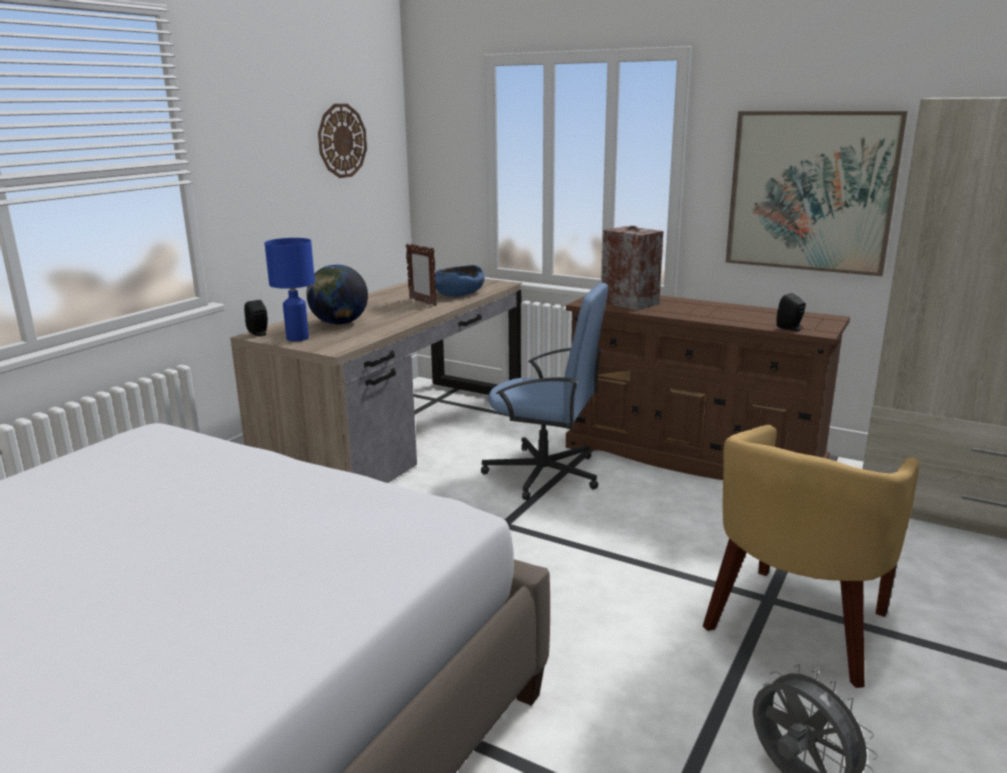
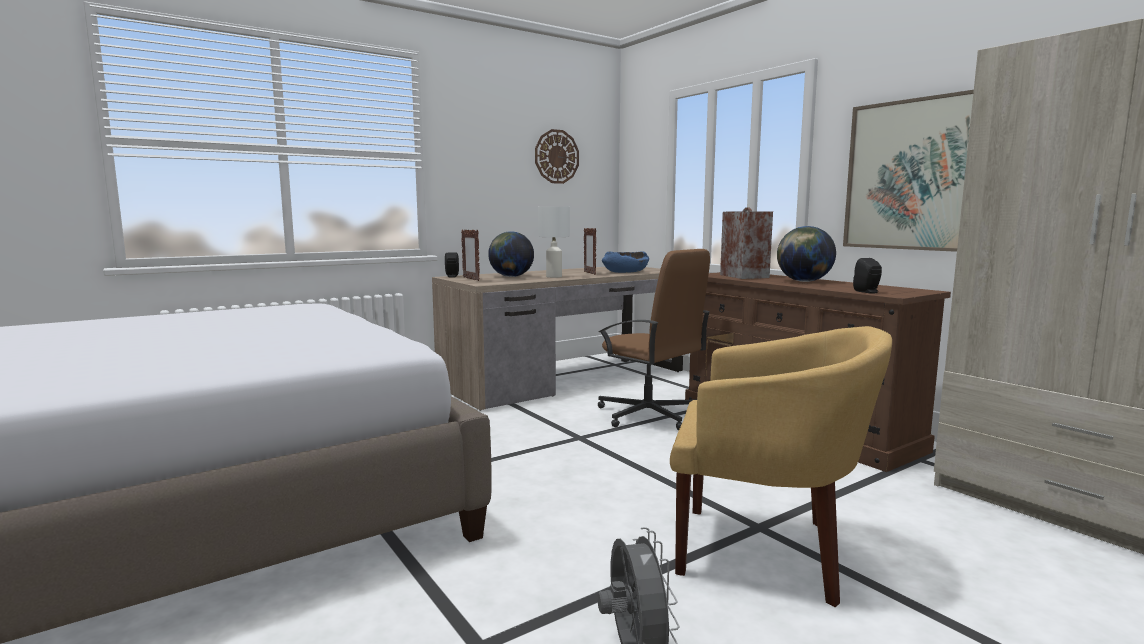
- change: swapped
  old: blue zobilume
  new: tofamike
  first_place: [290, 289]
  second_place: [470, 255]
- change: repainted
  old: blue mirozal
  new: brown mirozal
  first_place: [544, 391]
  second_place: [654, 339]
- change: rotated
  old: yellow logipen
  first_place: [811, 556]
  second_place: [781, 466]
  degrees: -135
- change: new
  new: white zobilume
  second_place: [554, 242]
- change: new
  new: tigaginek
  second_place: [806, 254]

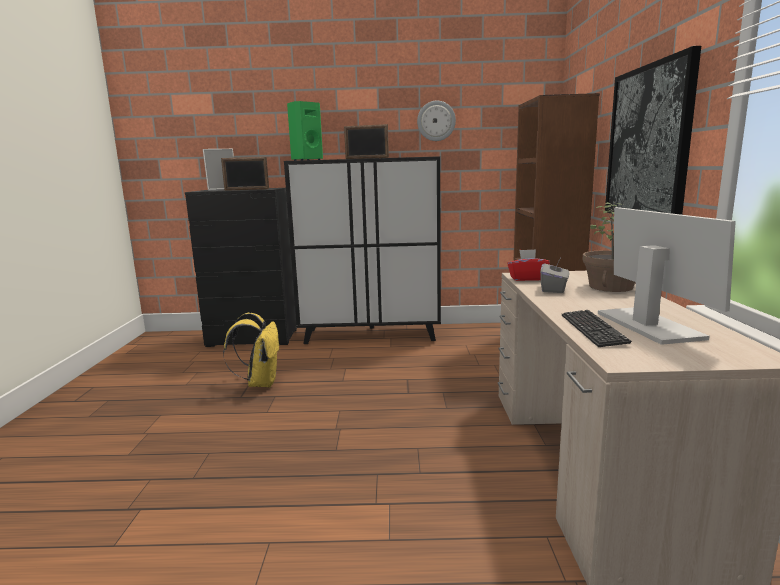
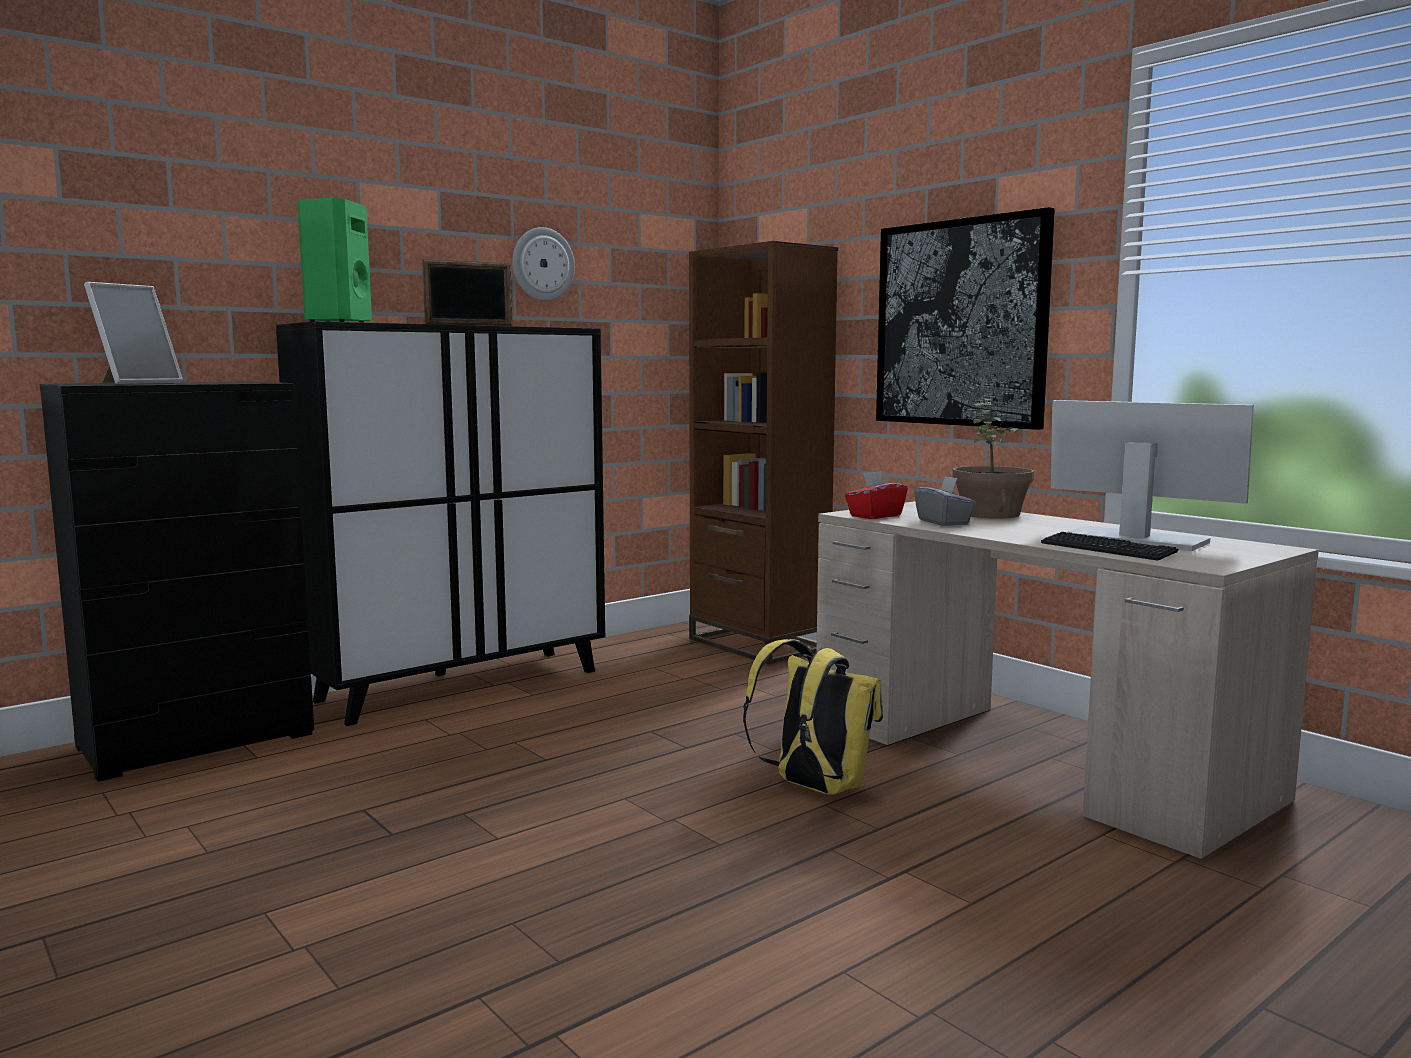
- change: gone
  old: tofamike
  first_place: [245, 174]
- change: shifted
  old: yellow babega
  first_place: [251, 350]
  second_place: [813, 717]

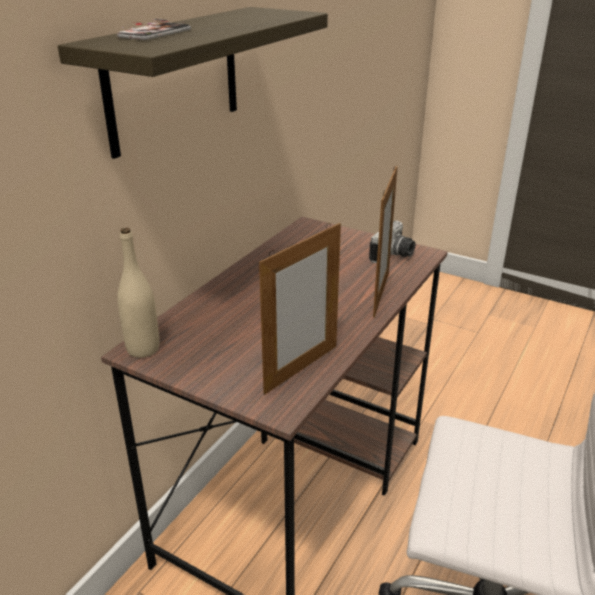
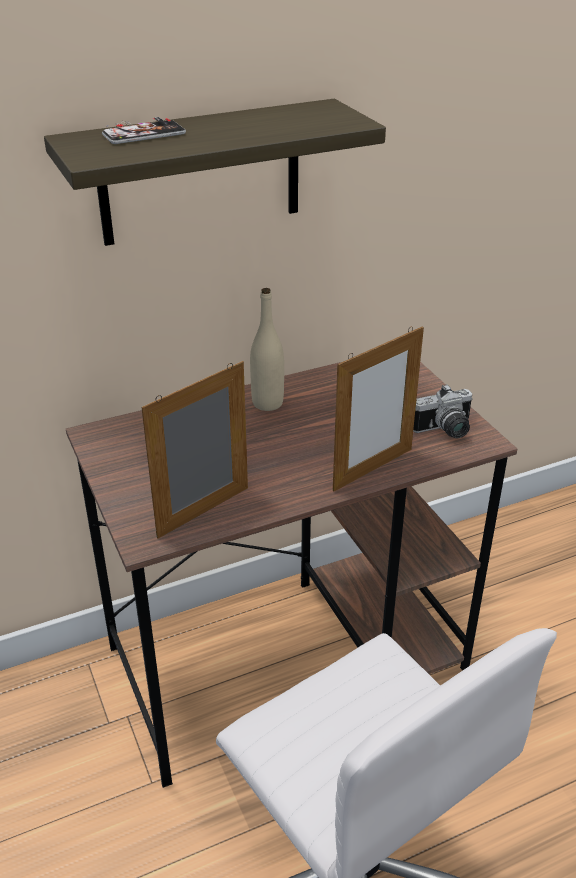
- change: shifted
  old: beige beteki
  first_place: [138, 293]
  second_place: [267, 349]
- change: rotated
  old: tofamike
  first_place: [300, 308]
  second_place: [194, 450]
  degrees: 150

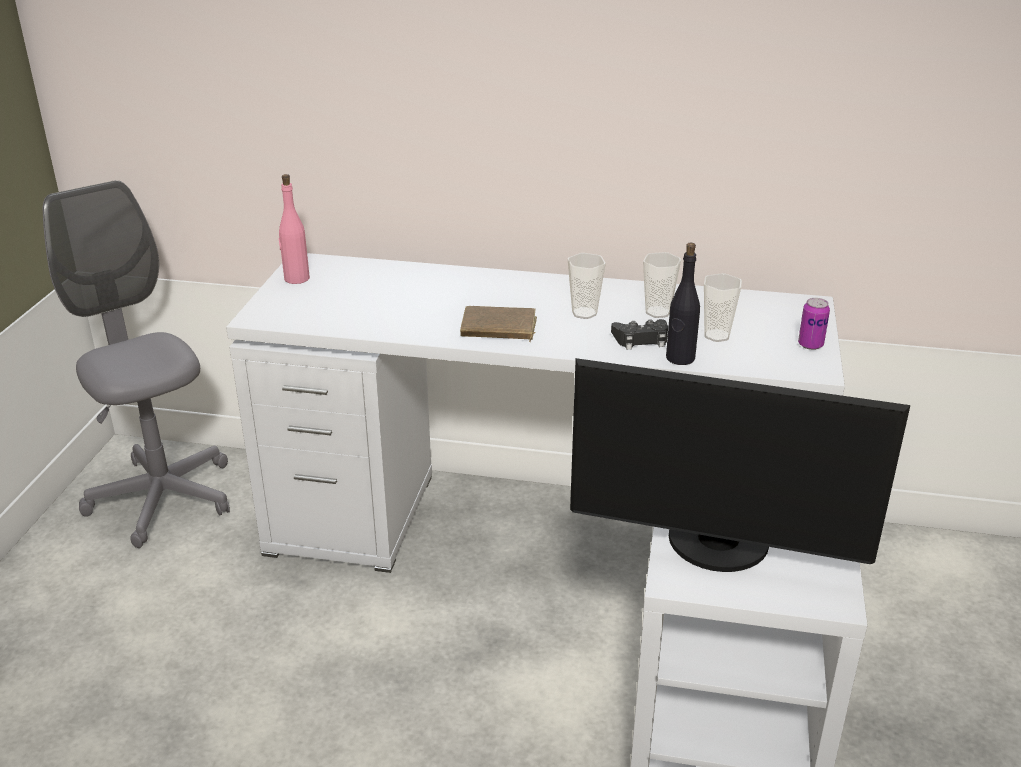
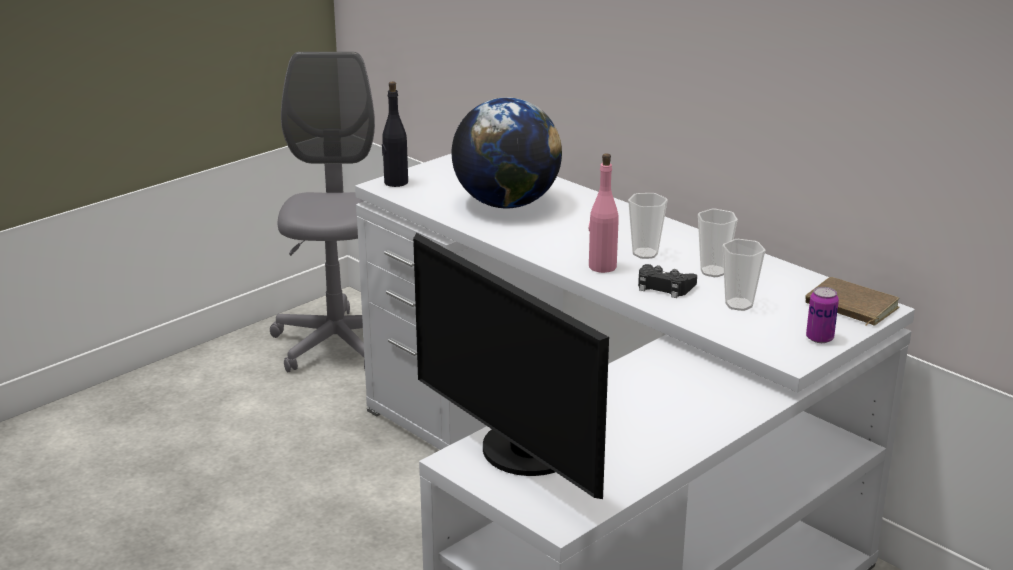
- change: shifted
  old: pink beteki
  first_place: [294, 229]
  second_place: [604, 213]
- change: shifted
  old: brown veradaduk
  first_place: [498, 324]
  second_place: [852, 301]
- change: shifted
  old: black beteki
  first_place: [683, 304]
  second_place: [395, 134]
- change: new
  new: tigaginek
  second_place: [507, 152]

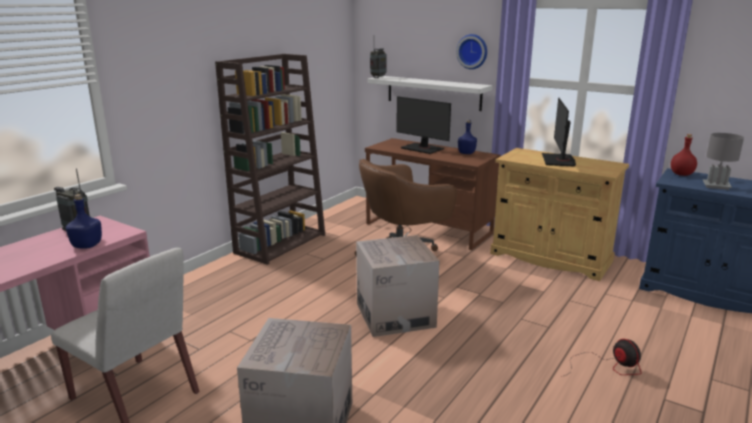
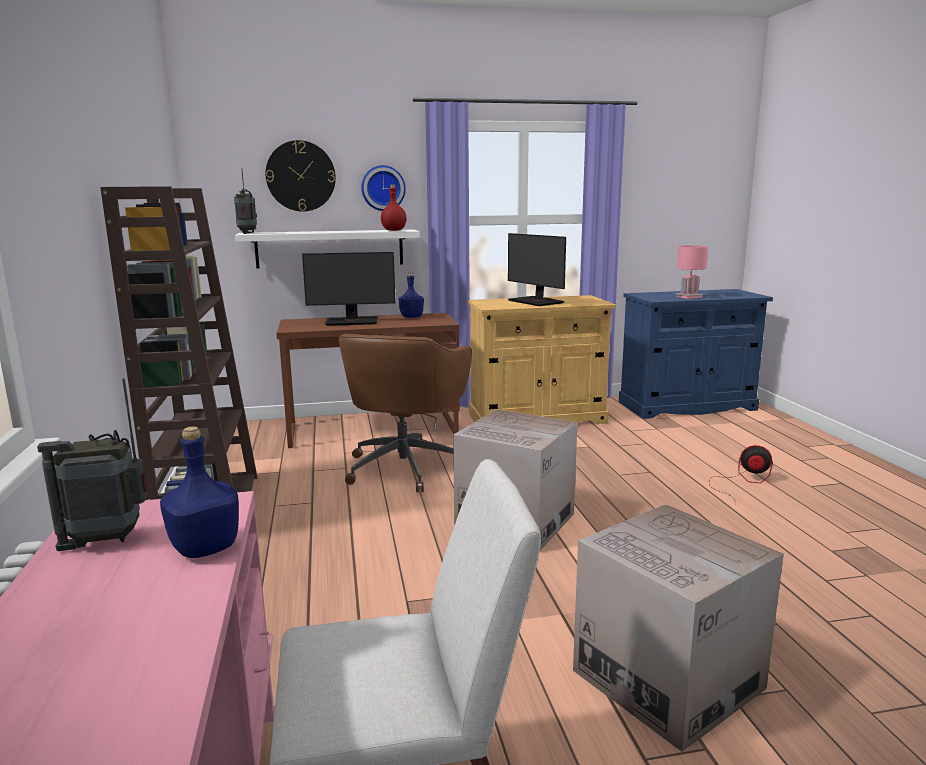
- change: shifted
  old: red beteki
  first_place: [684, 155]
  second_place: [394, 207]
- change: repainted
  old: grey zobilume
  new: pink zobilume
  first_place: [723, 161]
  second_place: [691, 272]
- change: new
  new: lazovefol
  second_place: [301, 176]

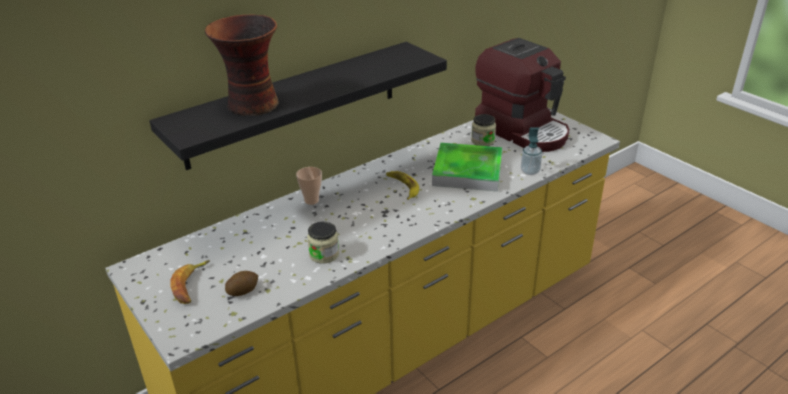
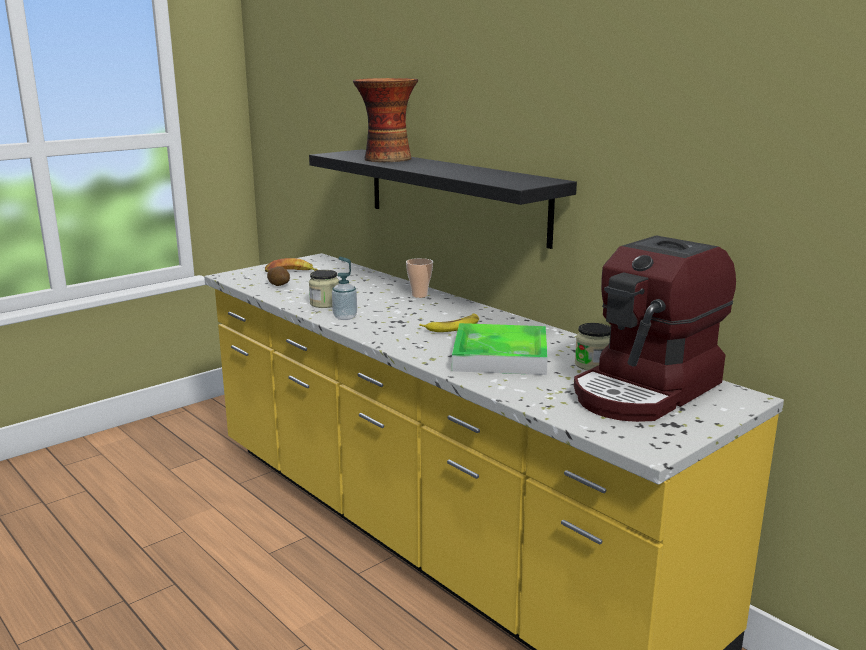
- change: shifted
  old: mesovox
  first_place: [531, 151]
  second_place: [344, 288]

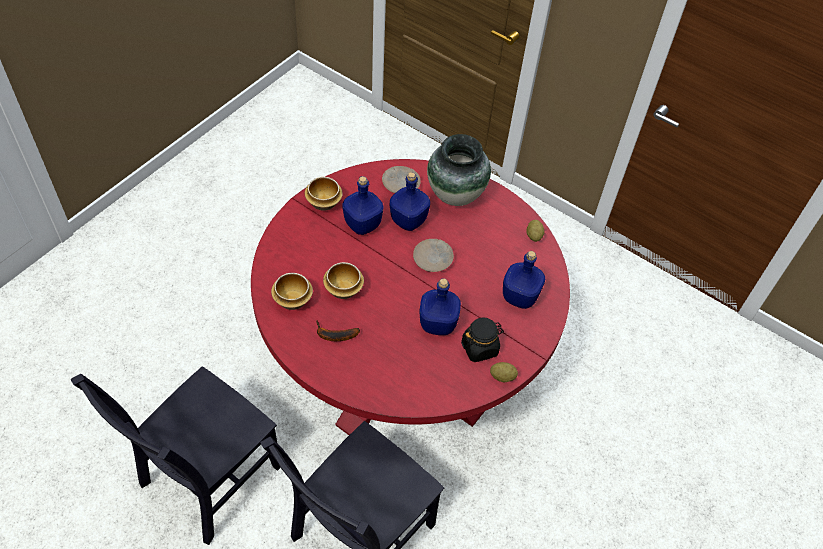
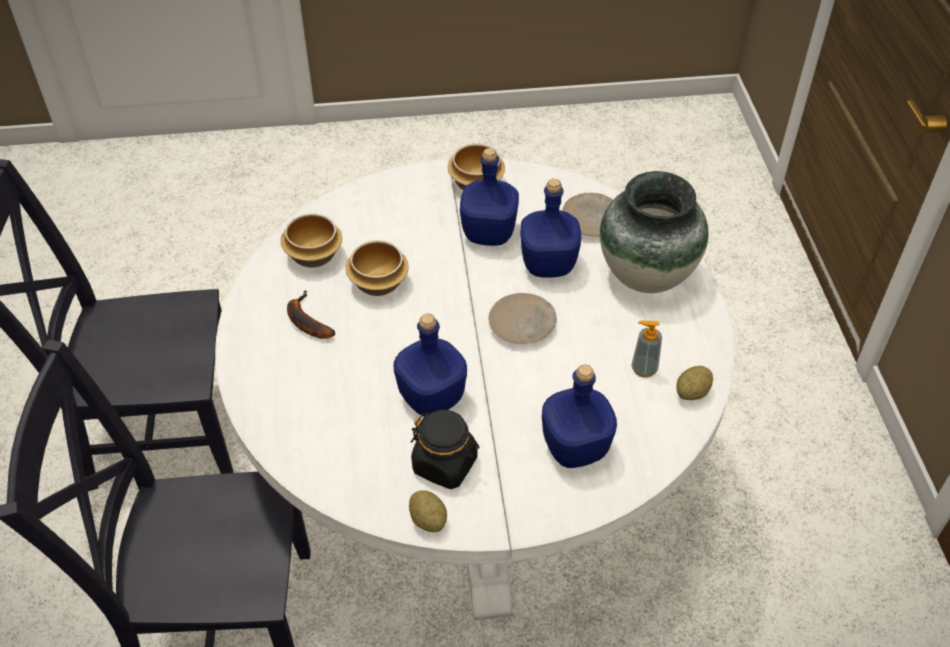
- change: repainted
  old: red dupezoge
  new: white dupezoge
  first_place: [410, 297]
  second_place: [475, 389]
- change: new
  new: mesovox
  second_place: [646, 349]

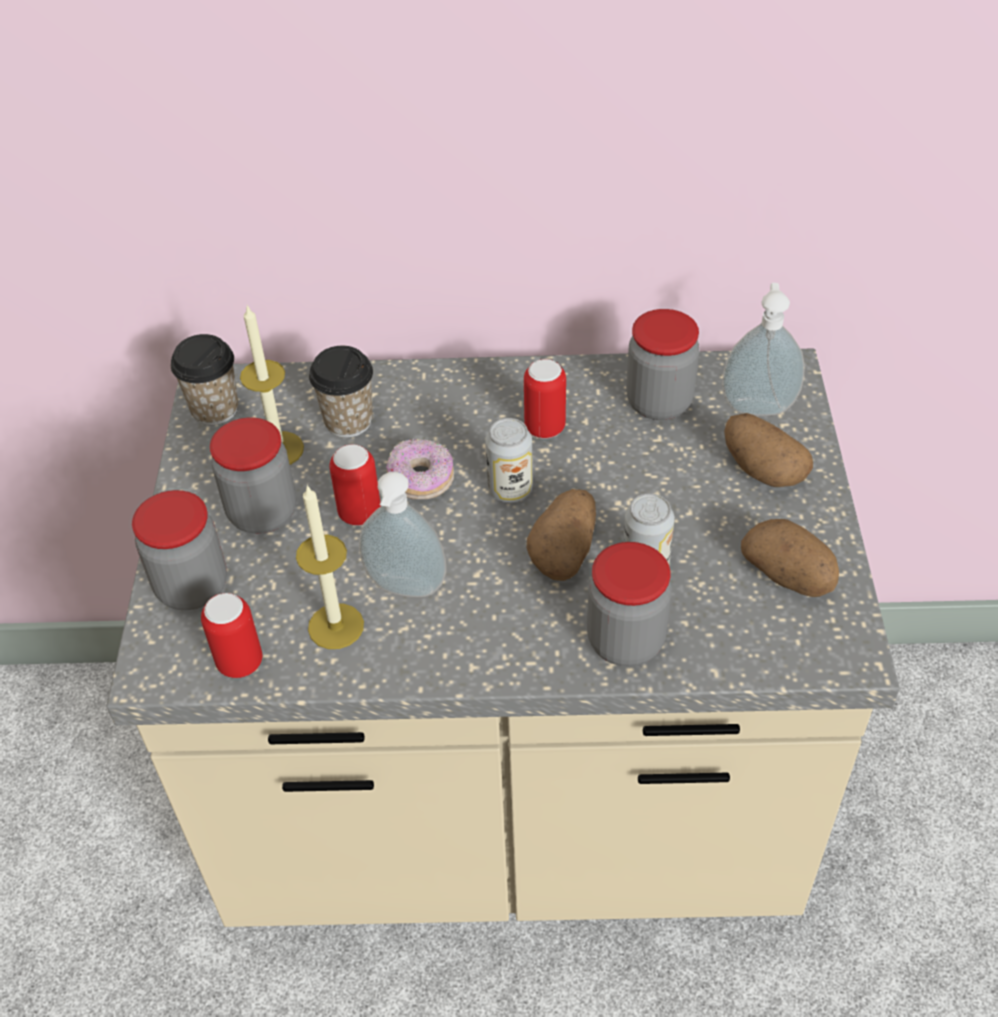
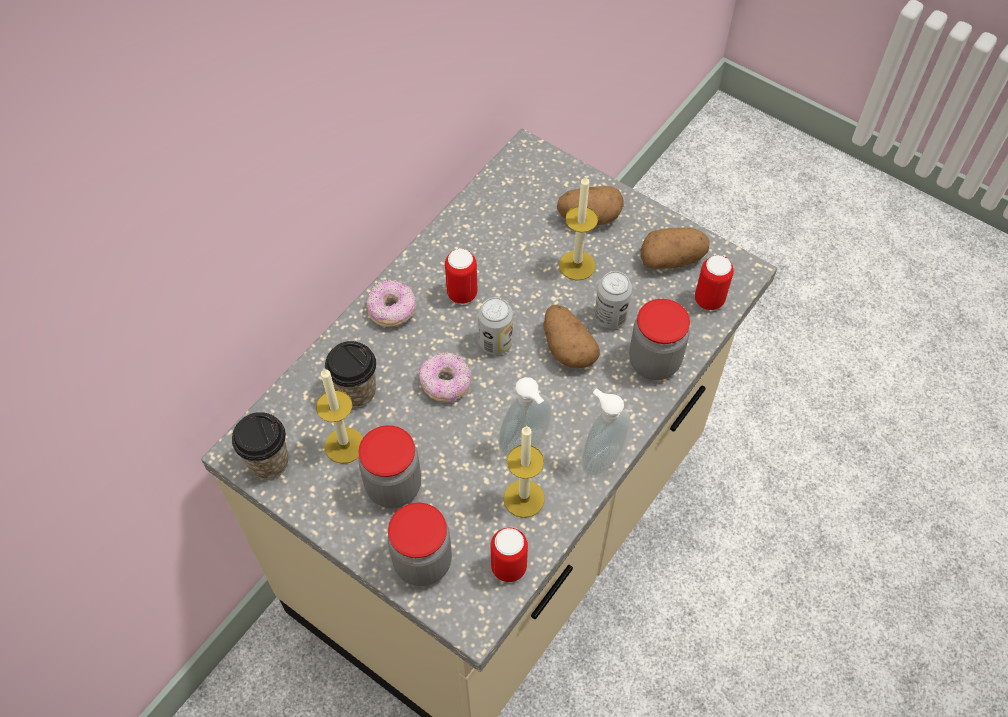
- change: shifted
  old: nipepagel
  first_place: [355, 485]
  second_place: [714, 282]
- change: gone
  old: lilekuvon
  first_place: [663, 364]
- change: shifted
  old: mesovox
  first_place: [763, 349]
  second_place: [606, 432]
- change: new
  new: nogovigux
  second_place: [391, 303]
- change: new
  new: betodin
  second_place: [578, 228]

